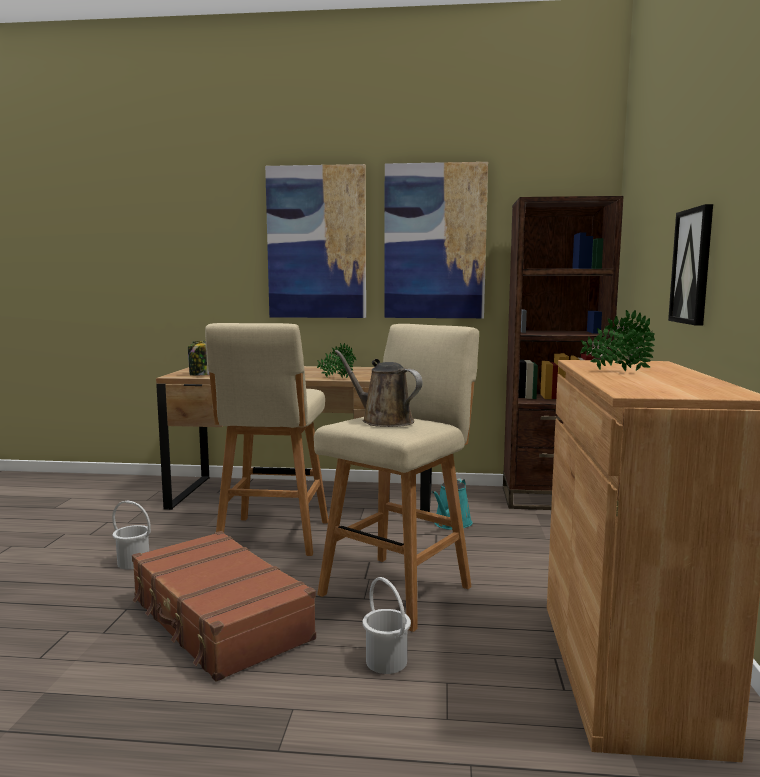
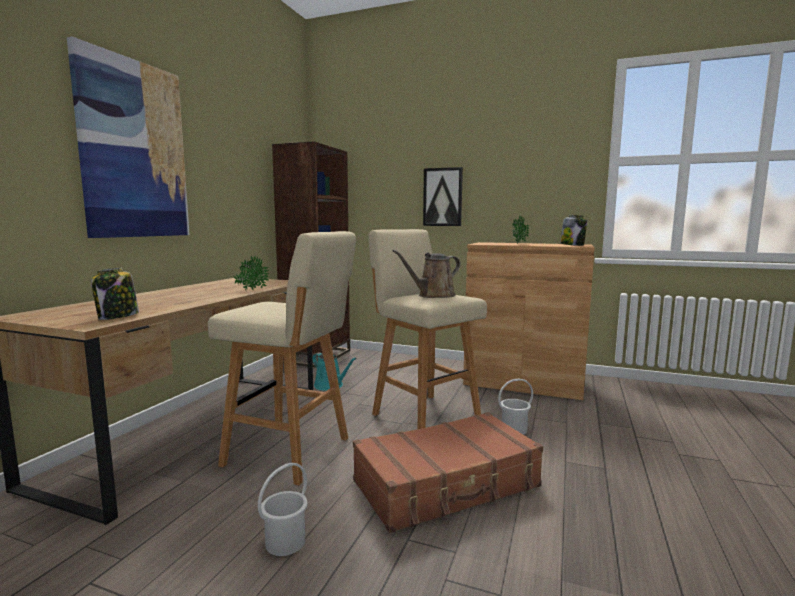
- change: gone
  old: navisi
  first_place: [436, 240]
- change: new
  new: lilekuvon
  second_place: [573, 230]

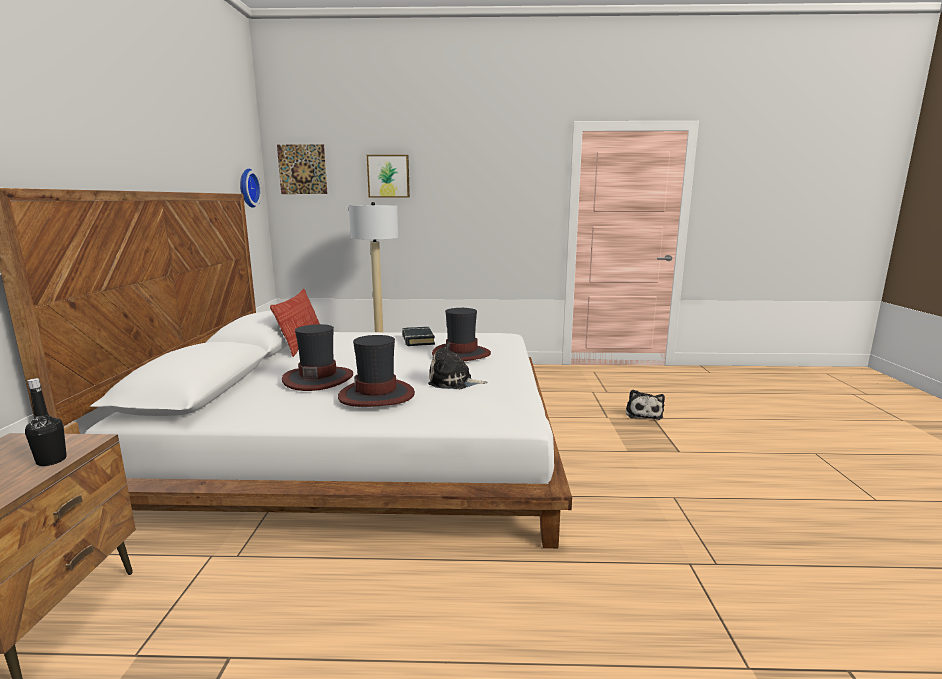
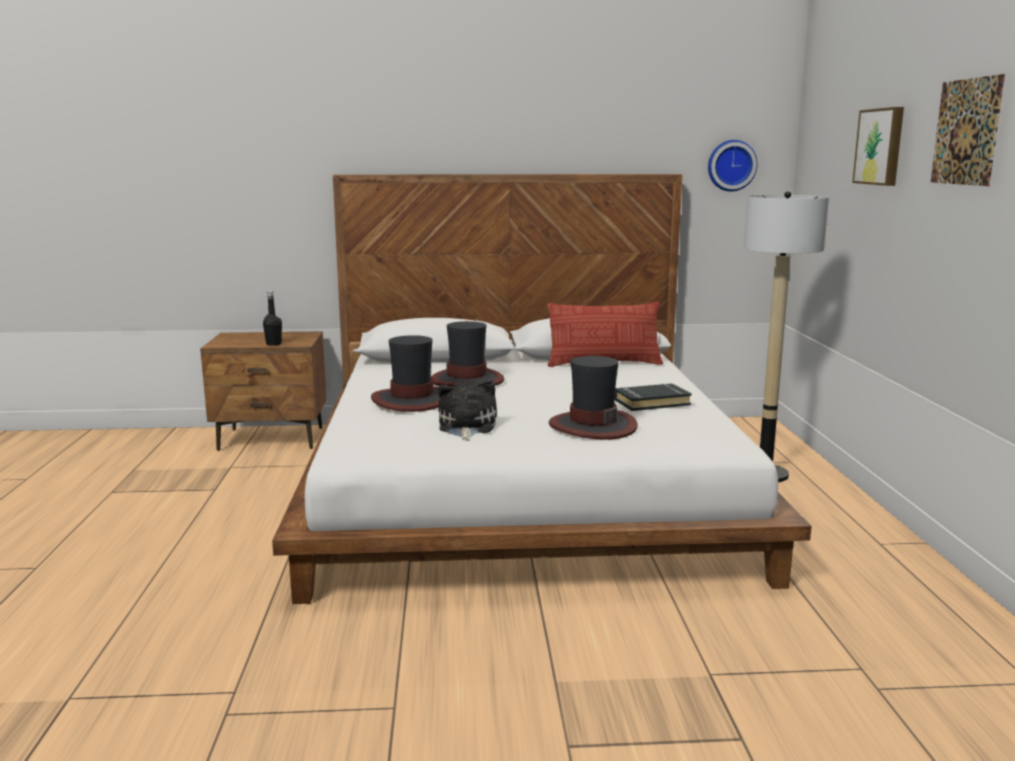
- change: shifted
  old: navisi
  first_place: [302, 169]
  second_place: [968, 130]
- change: gone
  old: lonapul
  first_place: [645, 404]

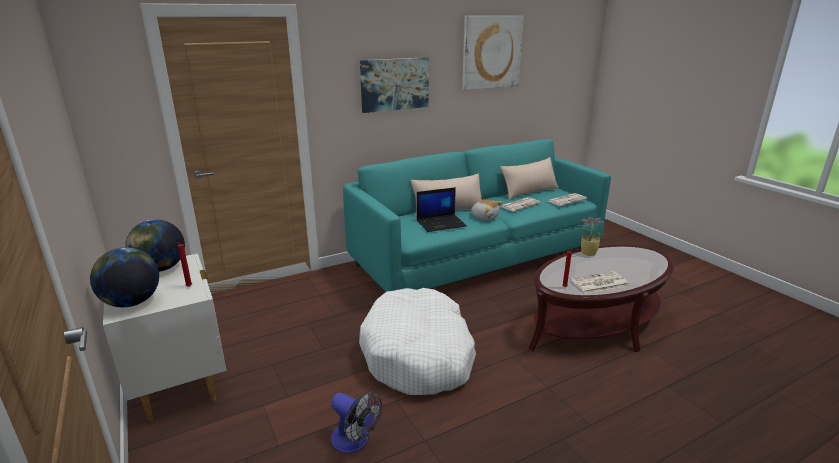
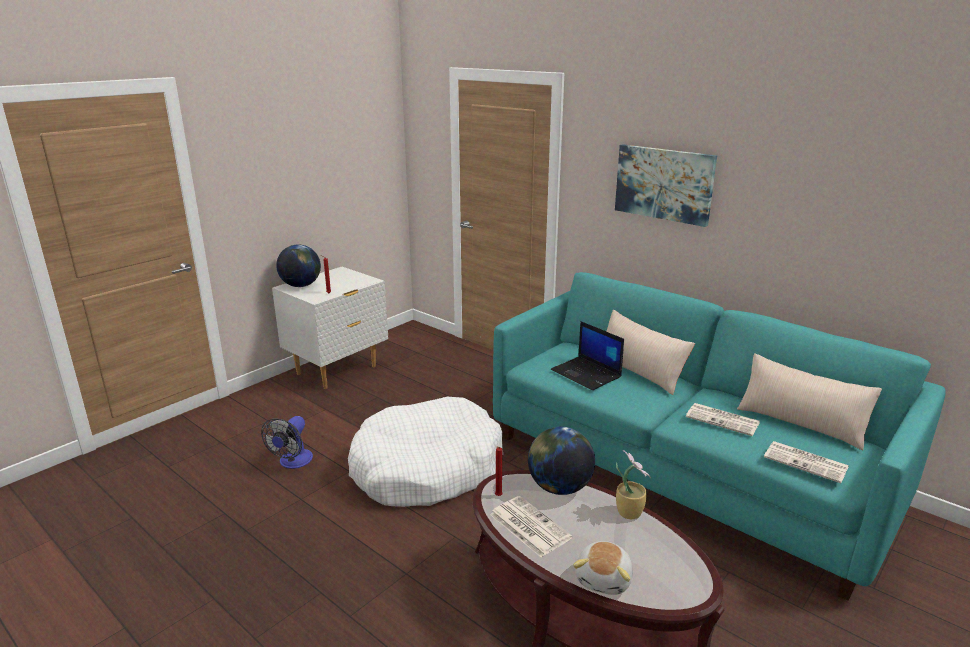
- change: shifted
  old: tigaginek
  first_place: [155, 245]
  second_place: [561, 461]
- change: gone
  old: navisi
  first_place: [493, 53]
- change: shifted
  old: lonapul
  first_place: [487, 210]
  second_place: [603, 568]

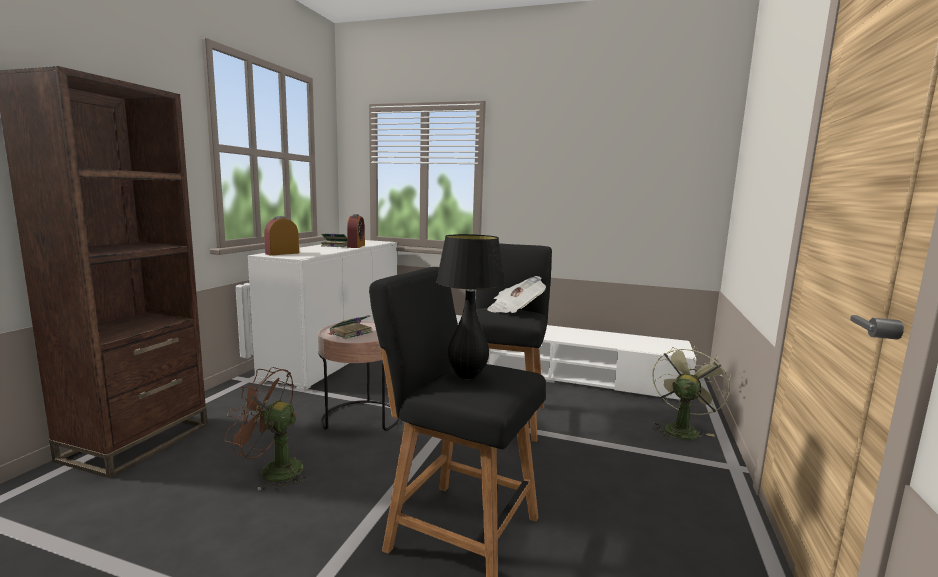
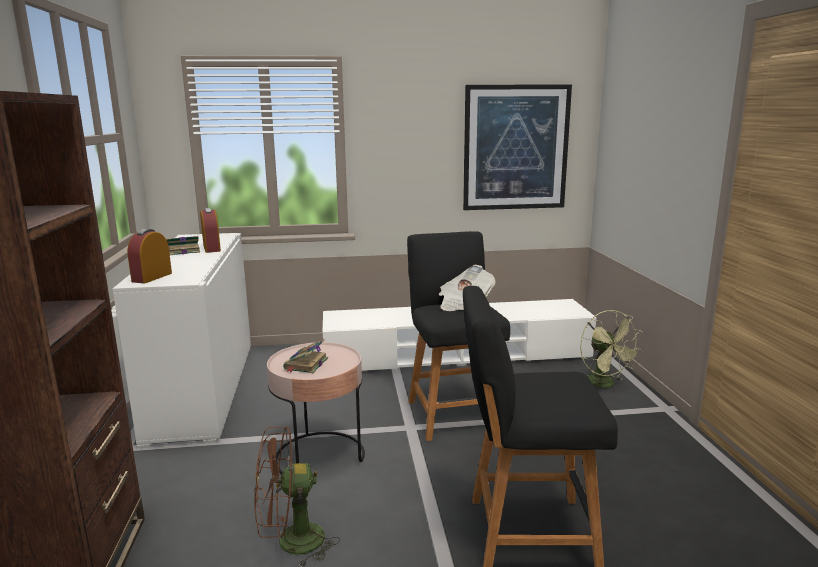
- change: gone
  old: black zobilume
  first_place: [470, 306]
- change: rotated
  old: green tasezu
  first_place: [691, 392]
  second_place: [611, 349]
  degrees: 150
- change: new
  new: navisi
  second_place: [517, 147]

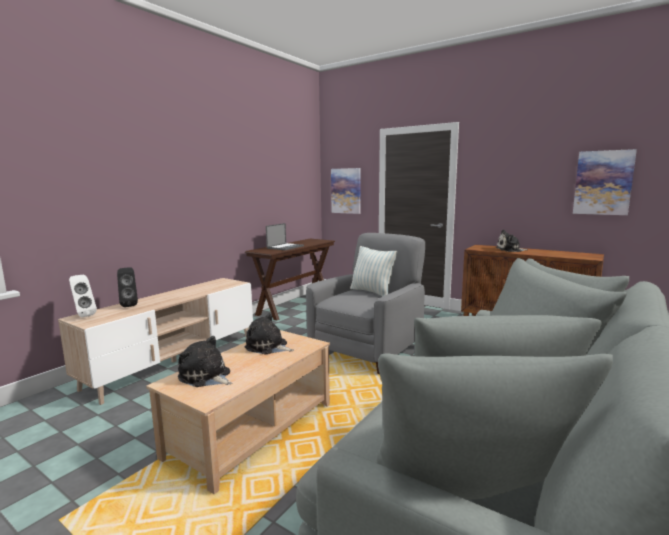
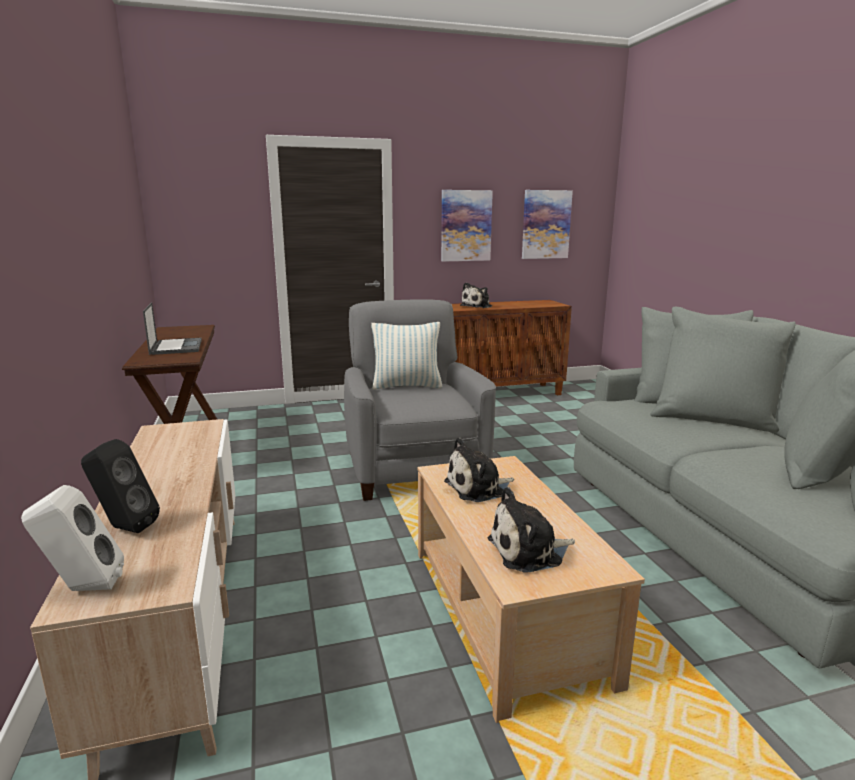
- change: shifted
  old: navisi
  first_place: [346, 191]
  second_place: [467, 226]

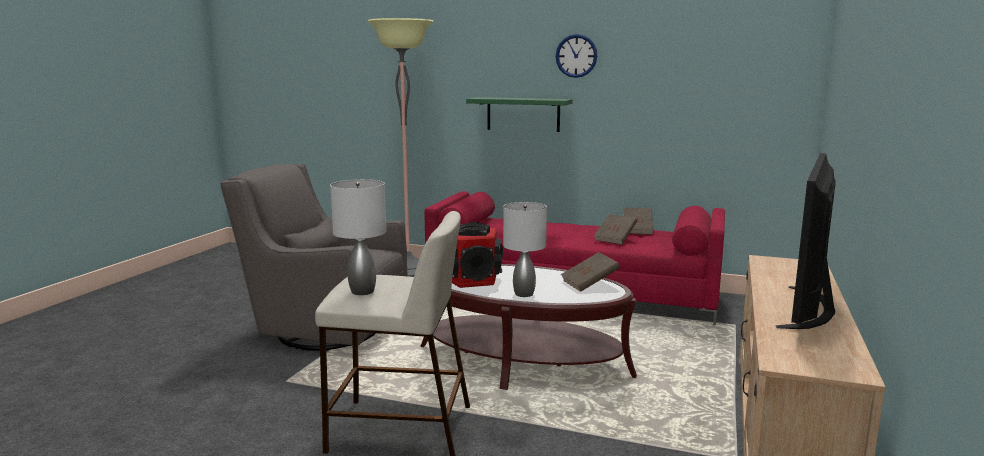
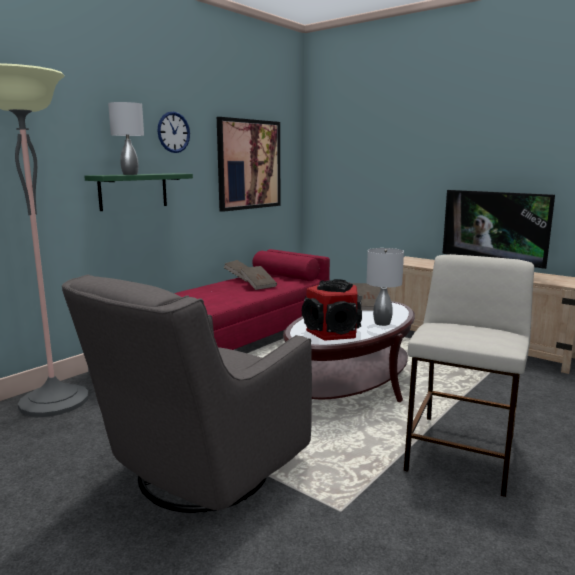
- change: shifted
  old: grey zobilume
  first_place: [358, 237]
  second_place: [126, 138]
- change: new
  new: navisi
  second_place: [248, 164]

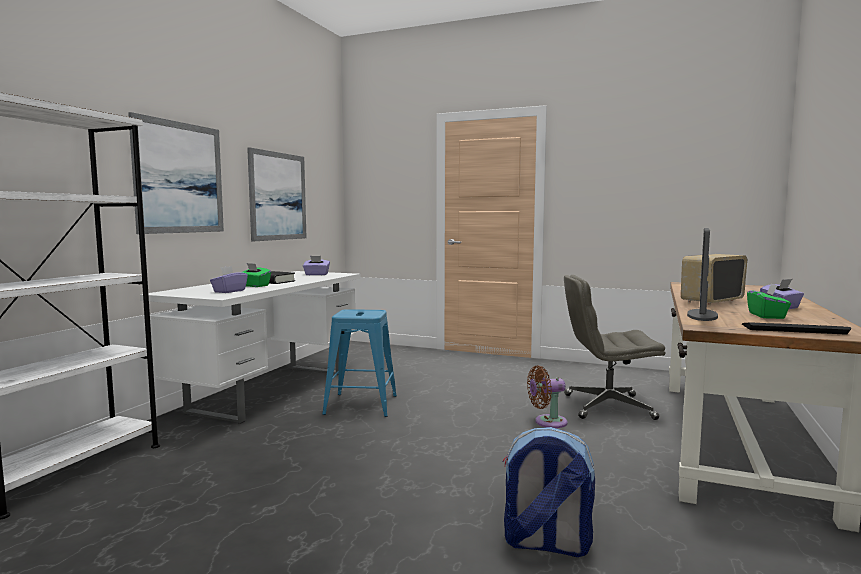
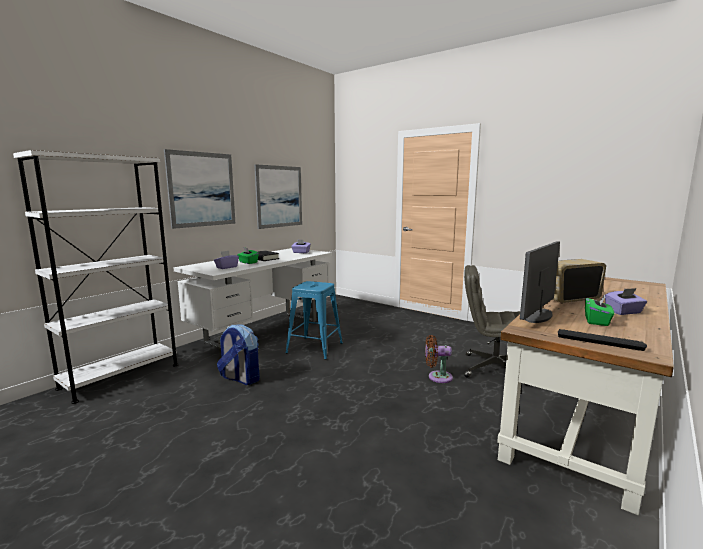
- change: shifted
  old: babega
  first_place: [549, 492]
  second_place: [238, 354]

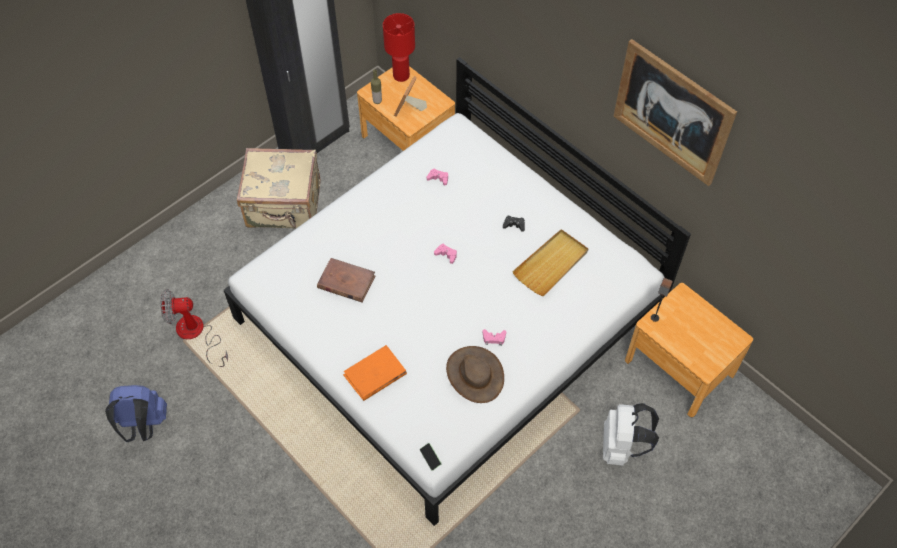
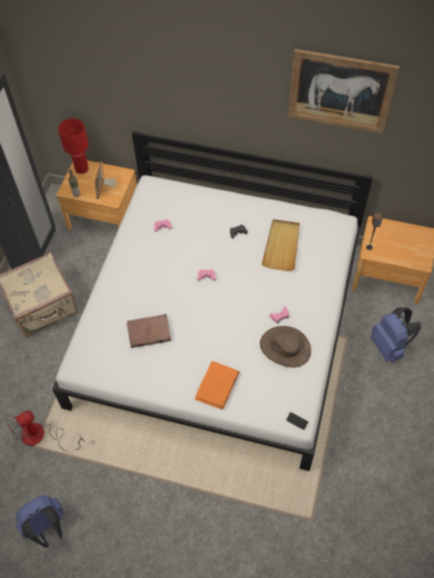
- change: repainted
  old: white babega
  new: blue babega
  first_place: [631, 434]
  second_place: [396, 335]

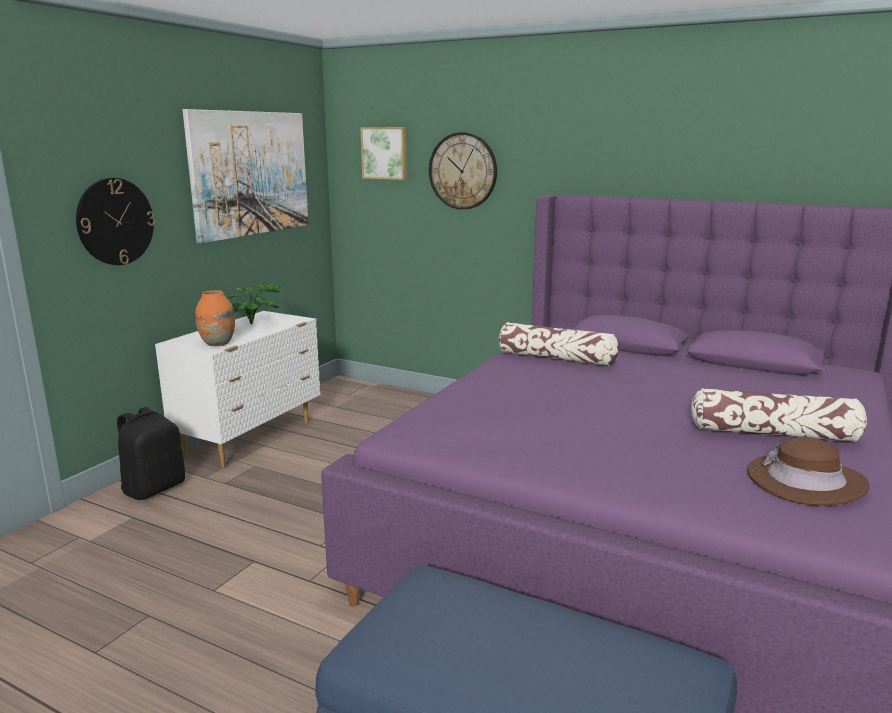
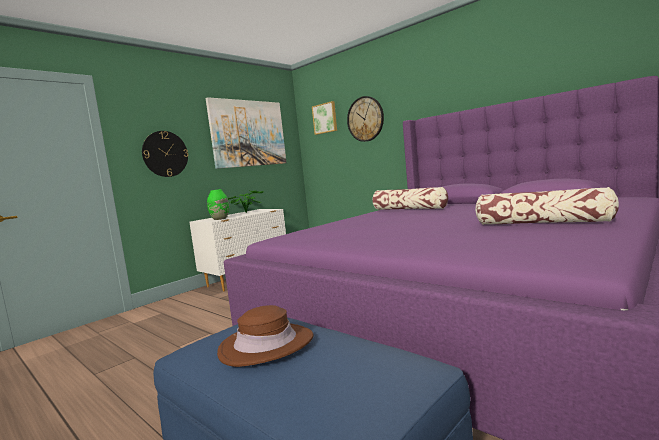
- change: gone
  old: black babega
  first_place: [151, 453]
- change: repainted
  old: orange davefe
  new: green davefe
  first_place: [215, 318]
  second_place: [218, 204]
- change: shifted
  old: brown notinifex
  first_place: [808, 471]
  second_place: [265, 336]

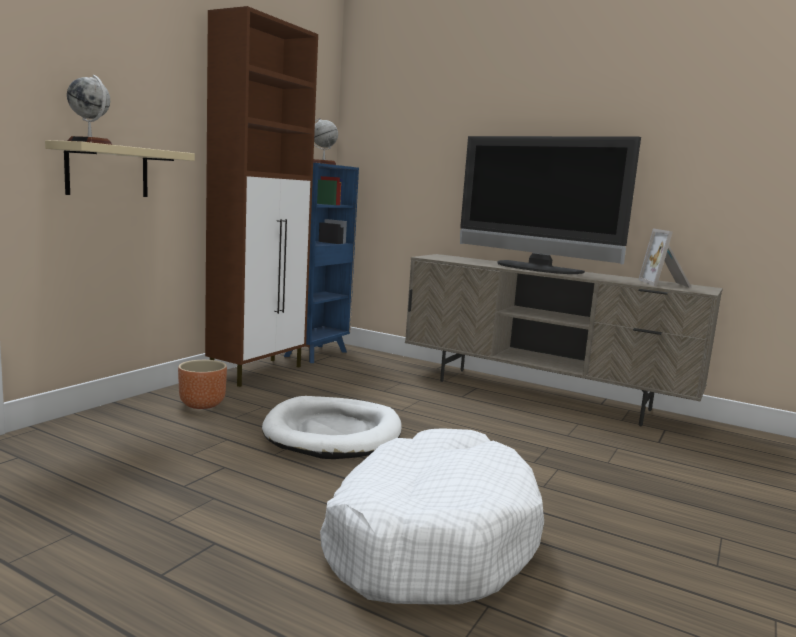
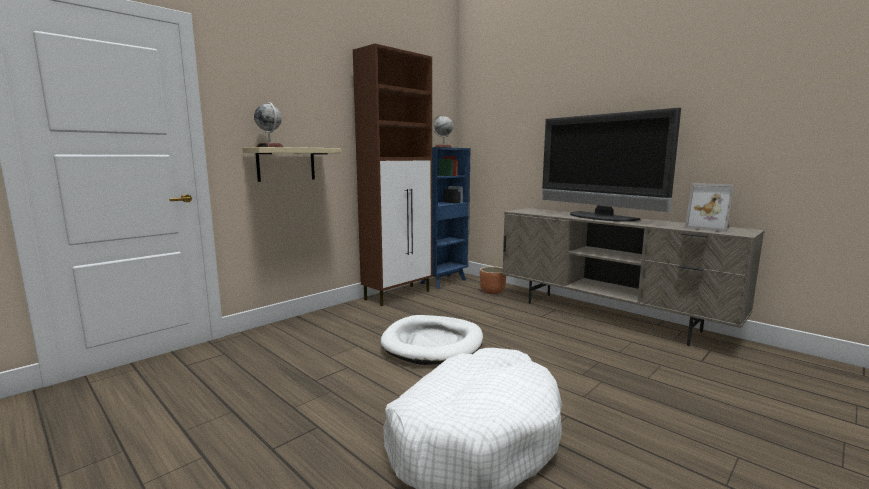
- change: shifted
  old: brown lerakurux
  first_place: [202, 384]
  second_place: [493, 280]
- change: rotated
  old: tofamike
  first_place: [665, 258]
  second_place: [710, 207]
  degrees: -60

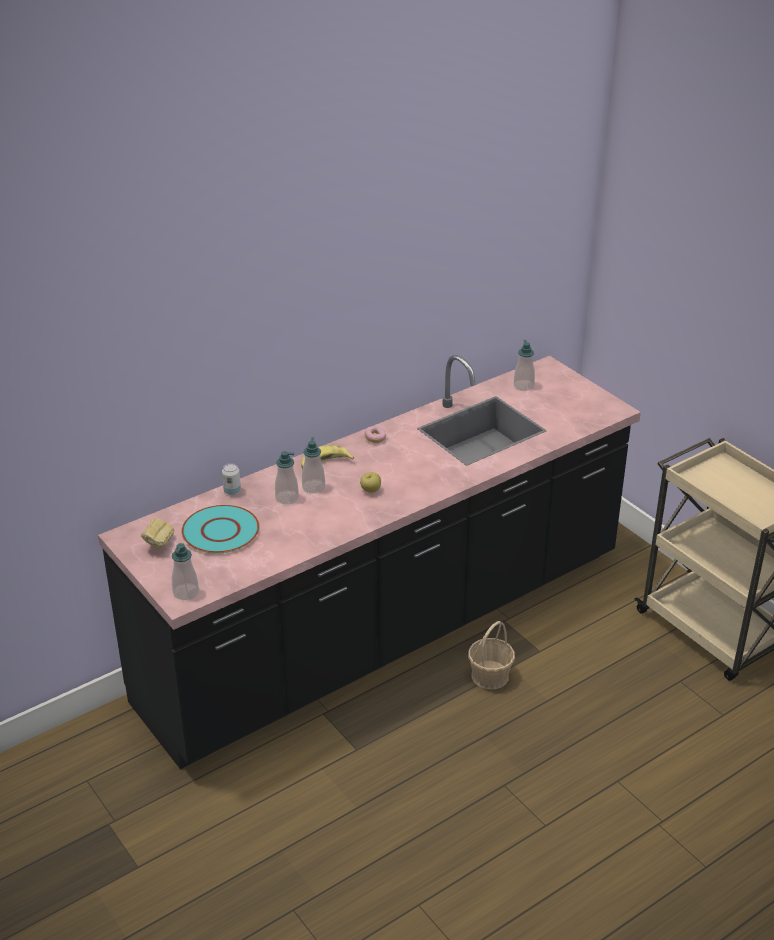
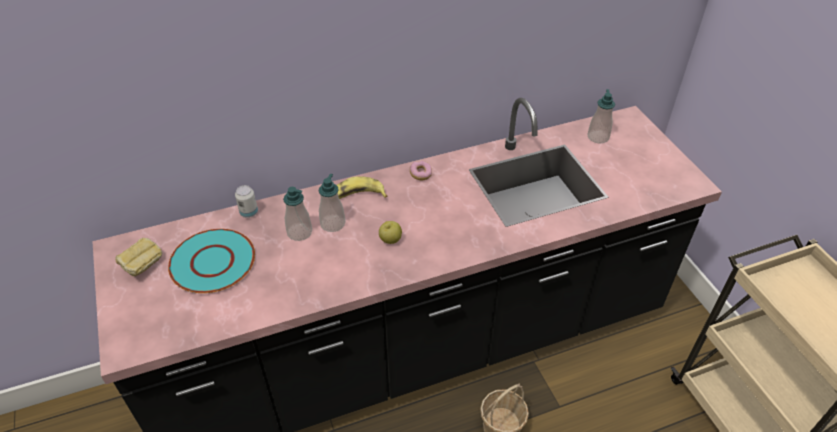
- change: gone
  old: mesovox
  first_place: [185, 571]

